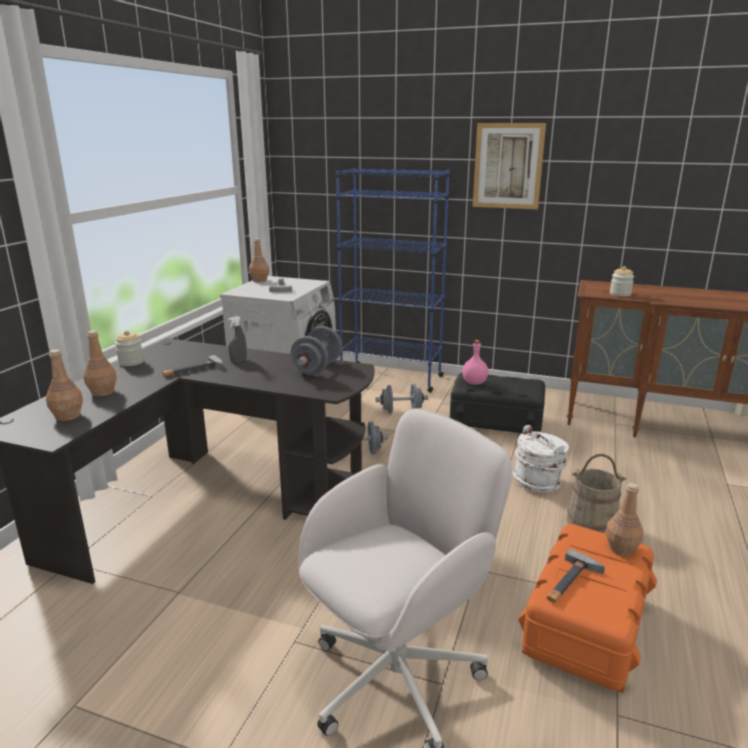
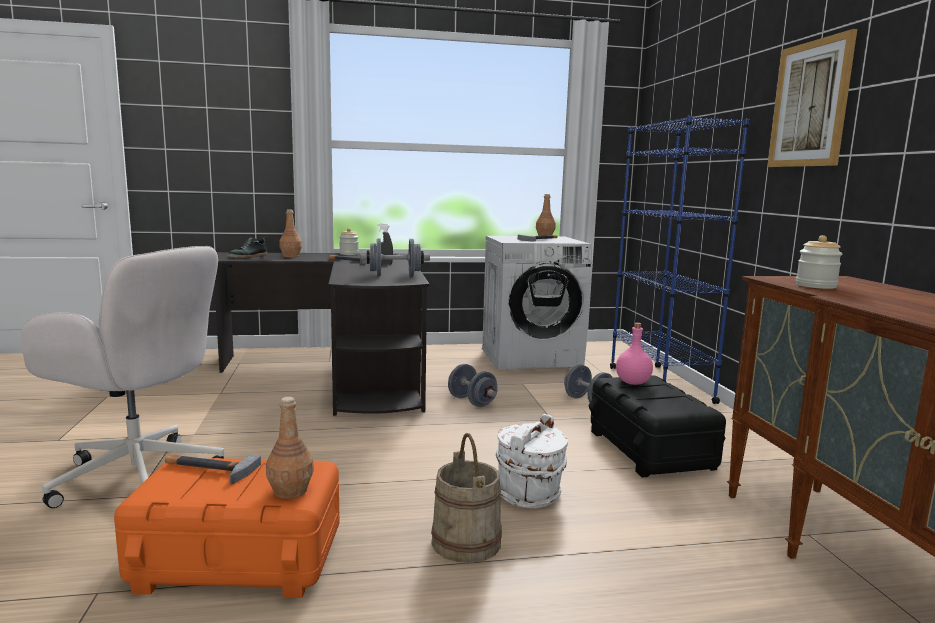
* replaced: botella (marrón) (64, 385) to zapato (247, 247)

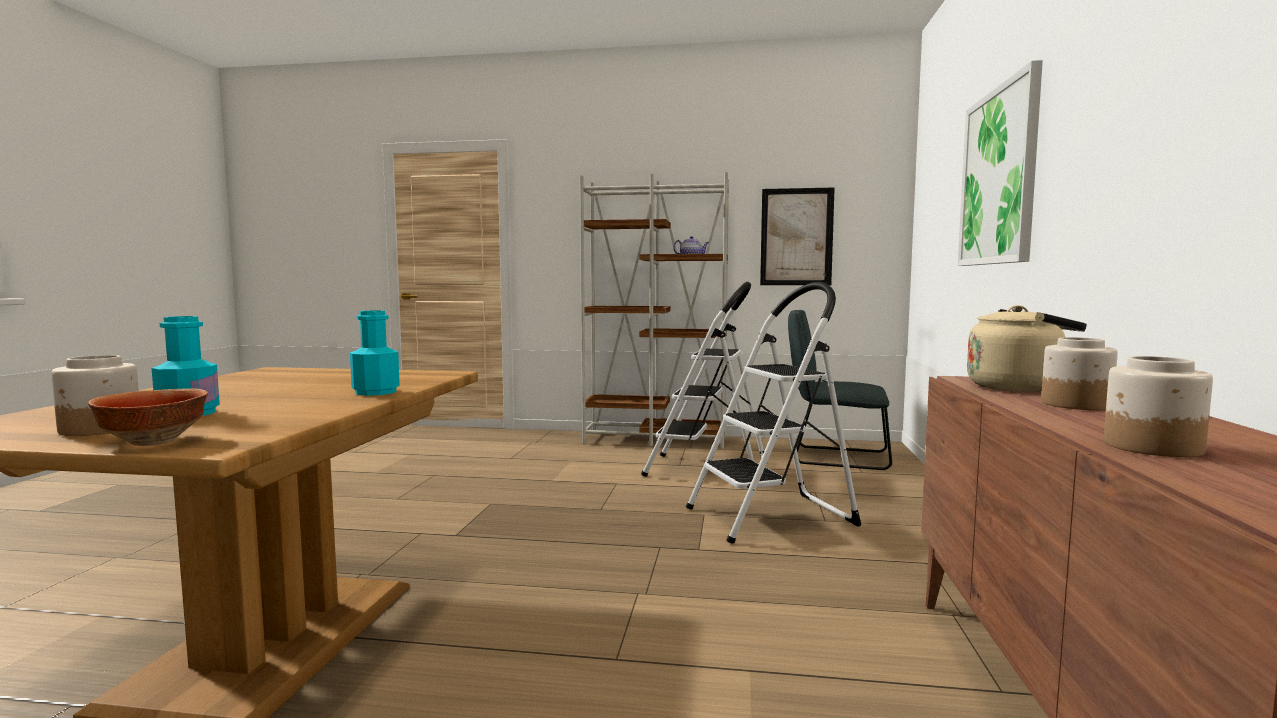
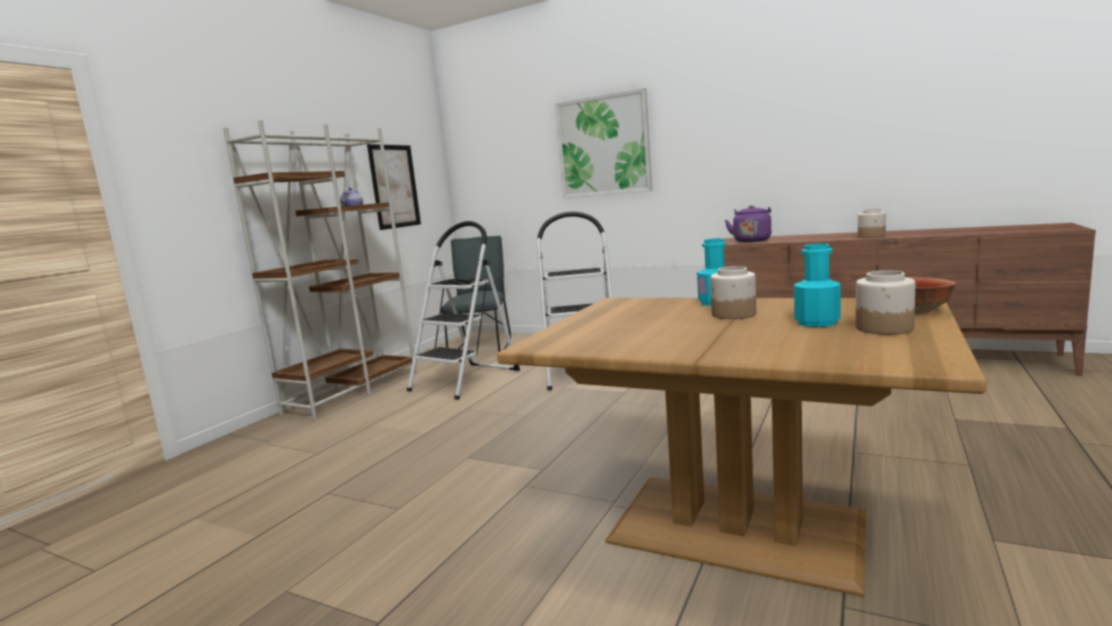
* moved: tarro (1079, 373) to (733, 292)
* recoloured: hervidor (beis) (1027, 348) to hervidor (morado) (748, 223)
* turned: silla (gris) (840, 390) = (476, 294) 150 degrees clockwise

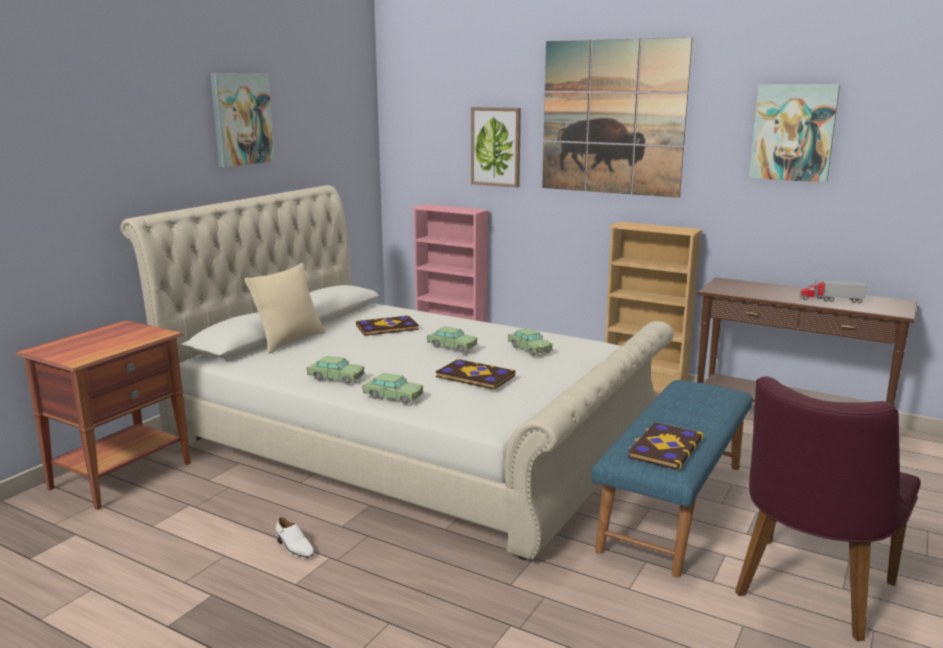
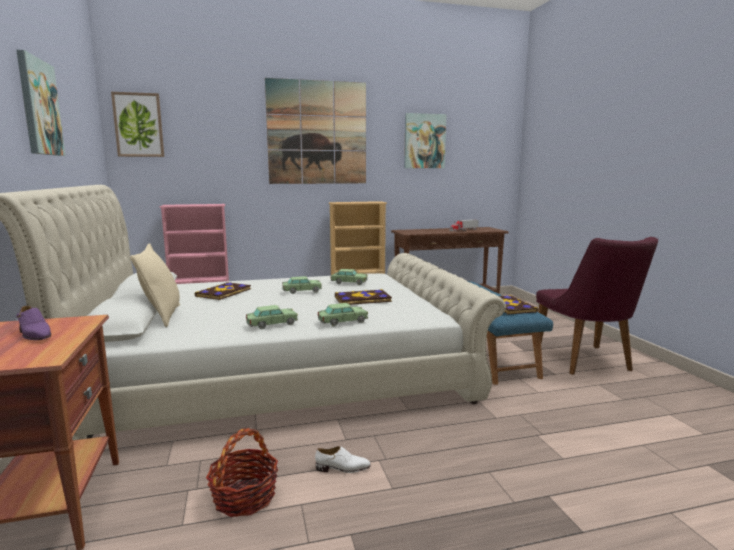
* added: zapato (morado) (33, 323)
* added: cesta (242, 472)
* moved: cuadro (496, 147) to (137, 124)

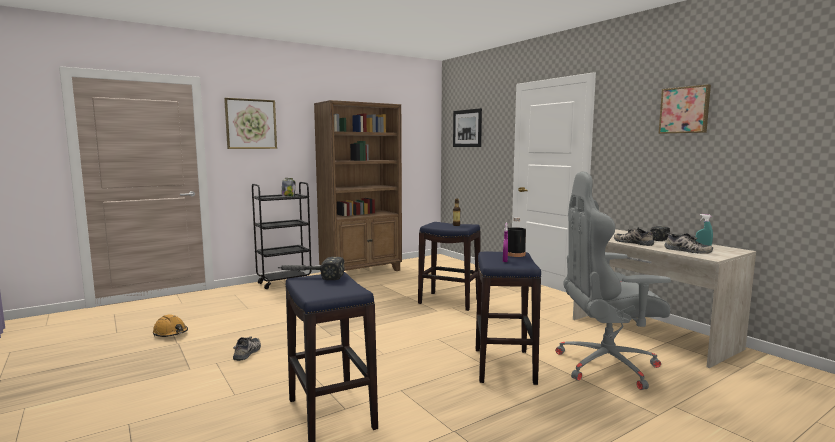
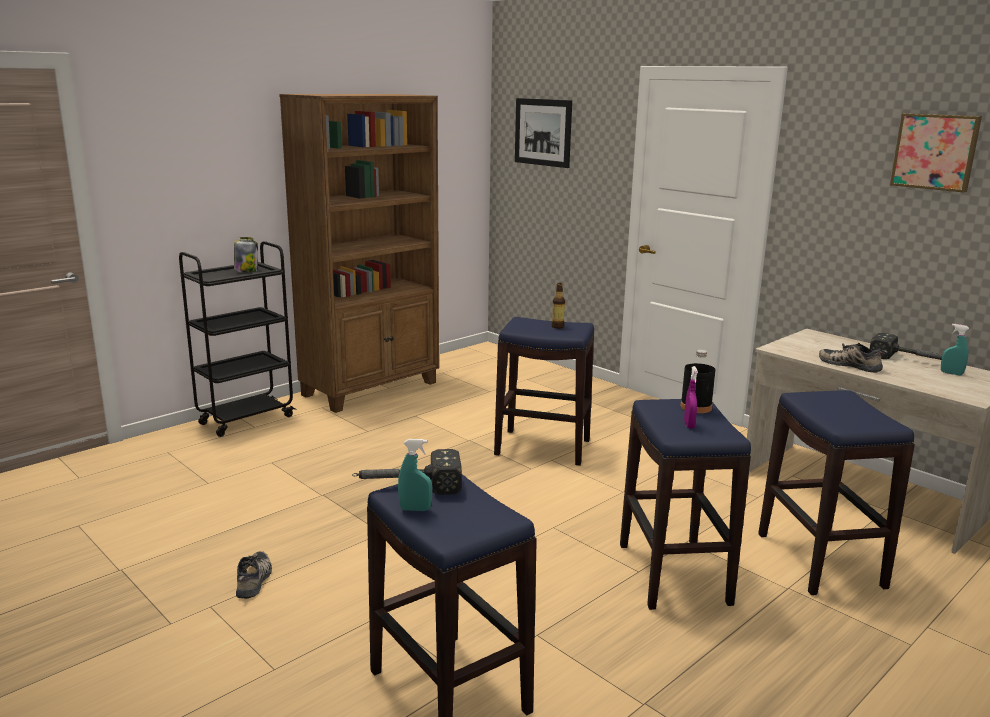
* removed: casco (naranja) (170, 326)
* removed: cuadro (250, 123)
* removed: zapato (688, 243)
* added: pulverizador (turquesa) (415, 475)
* replaced: silla de oficina (gris) (613, 280) to taburete (836, 492)

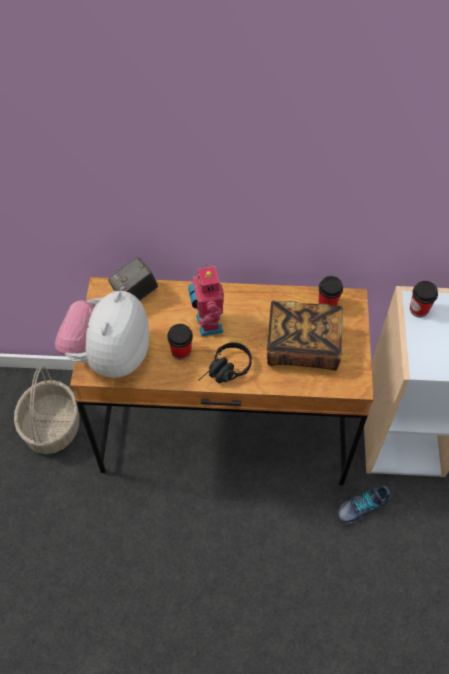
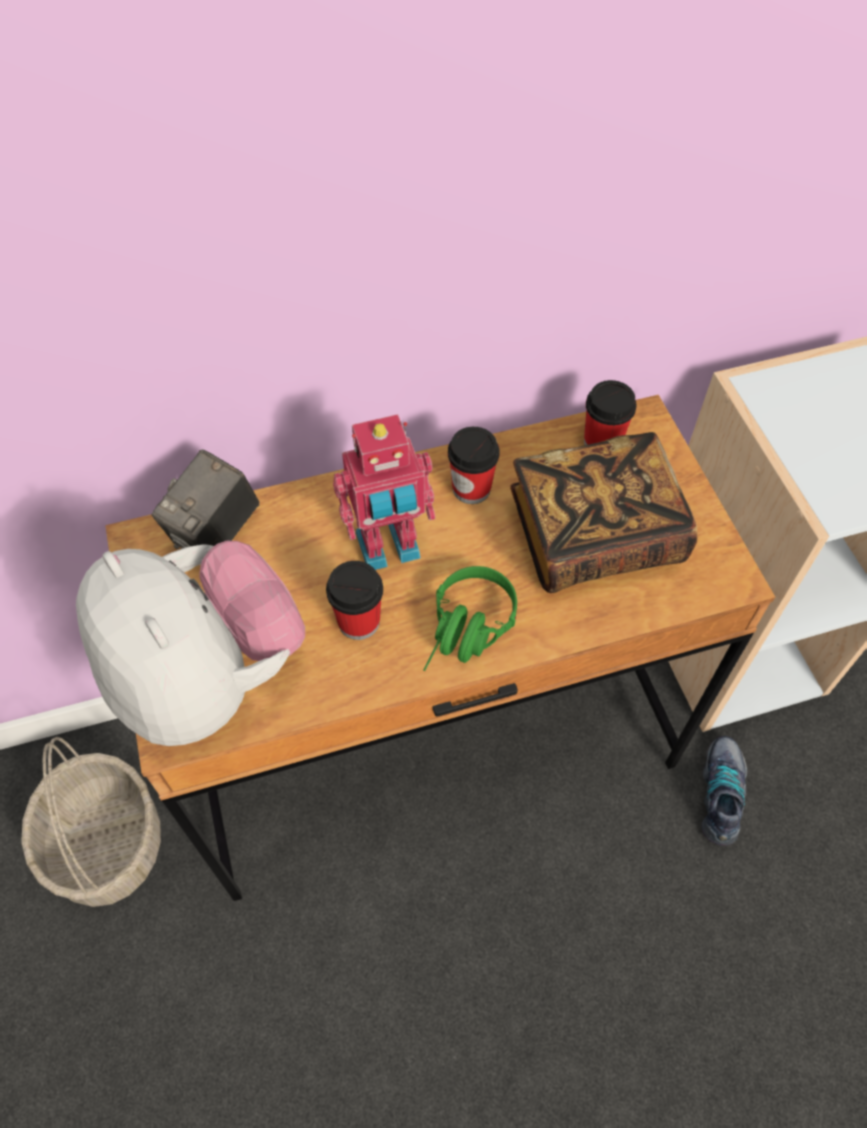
* moved: taza (424, 299) to (474, 465)
* recoloured: auriculares (negro) (225, 362) to auriculares (verde) (470, 618)
* turned: peluche (102, 334) = (190, 643) 150 degrees clockwise
* turned: robot de juguete (206, 300) = (384, 492) 75 degrees counterclockwise
* turned: zapato (364, 505) = (725, 791) 150 degrees clockwise

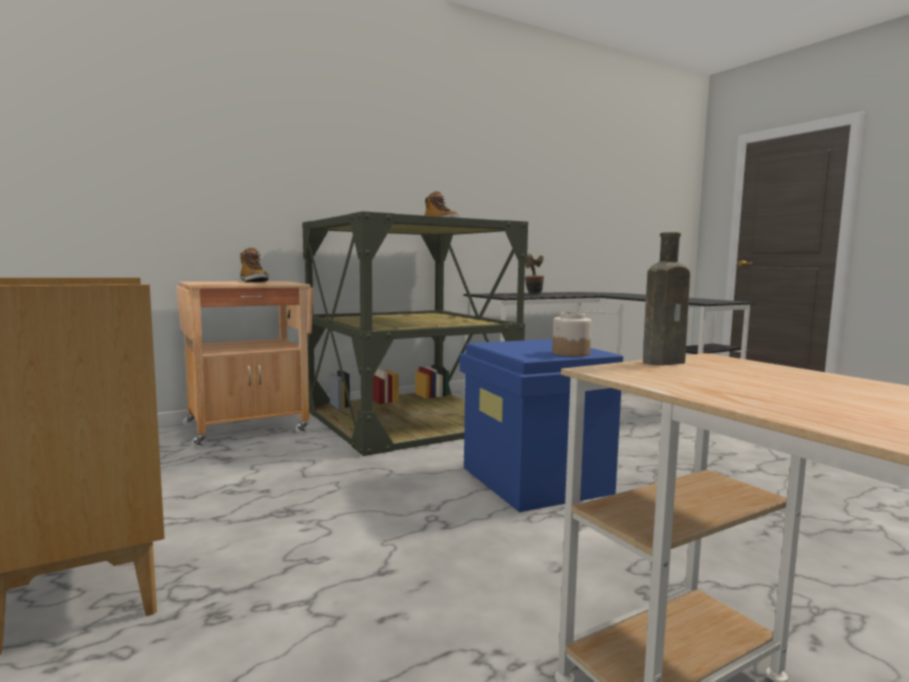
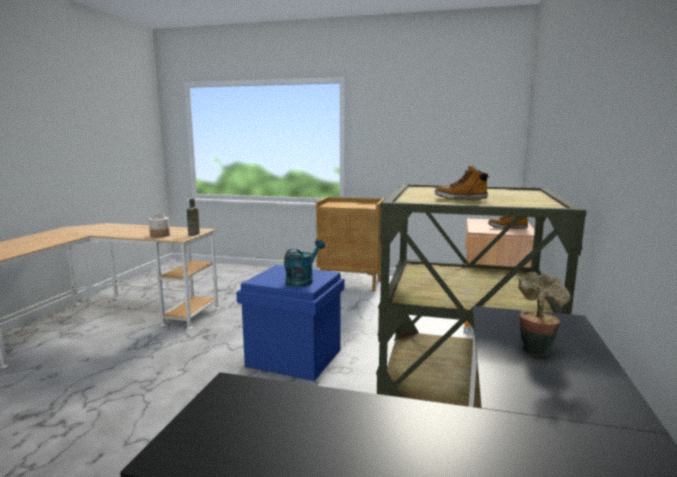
* added: regadera (turquesa) (304, 263)
* moved: tarro (571, 334) to (159, 226)

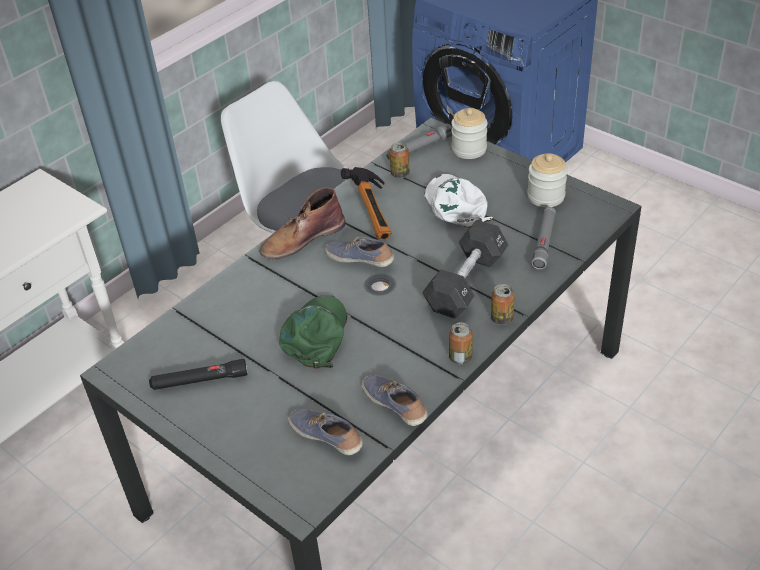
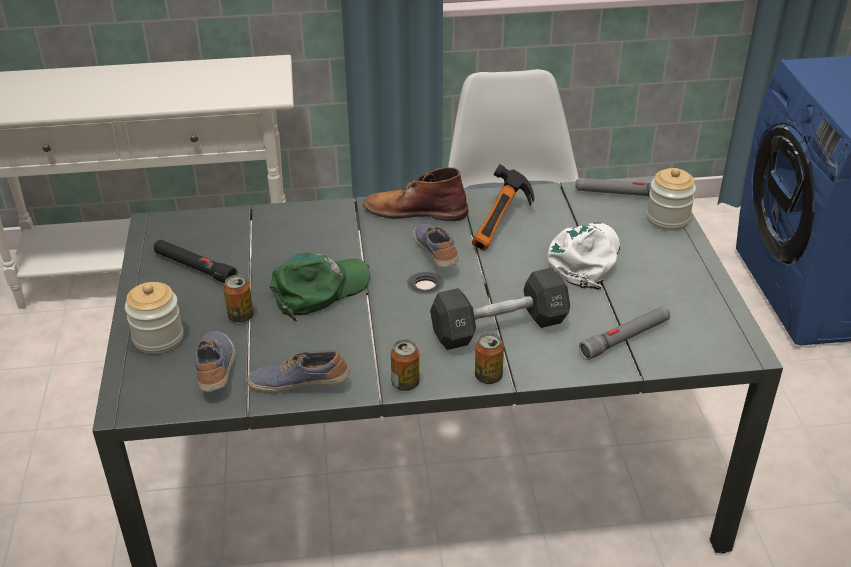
* moved: lata (399, 160) to (238, 299)
* moved: tarro (547, 180) to (154, 318)
* turned: zapato (395, 400) = (298, 372) 90 degrees counterclockwise

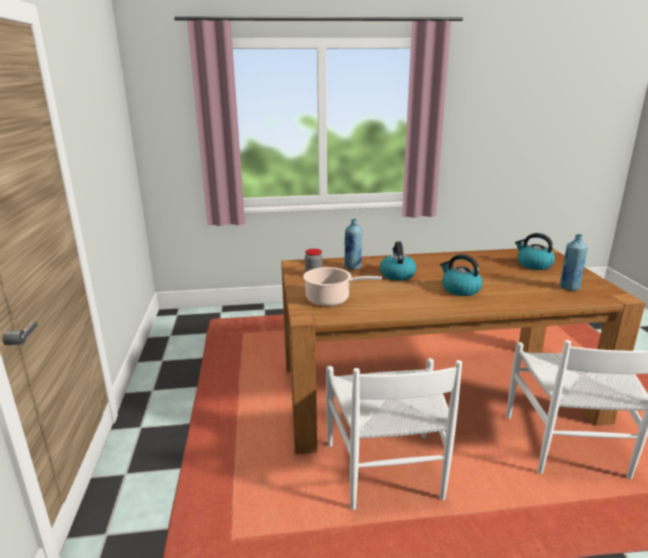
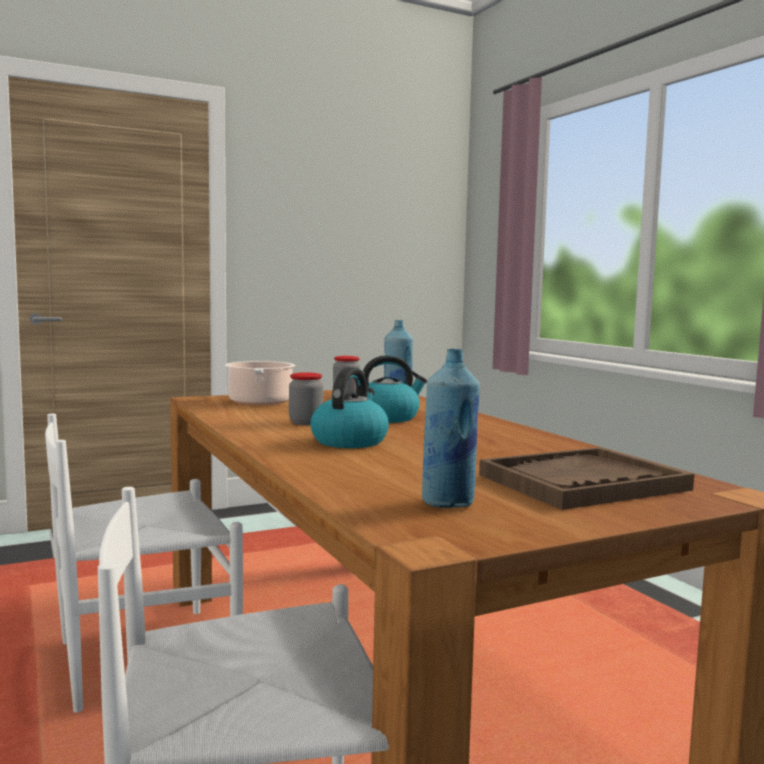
* added: tarro (306, 398)
* replaced: hervidor (535, 251) to bandeja (marrón) (586, 478)

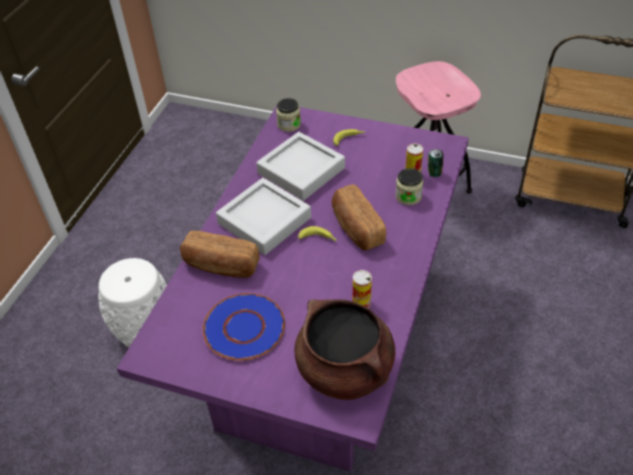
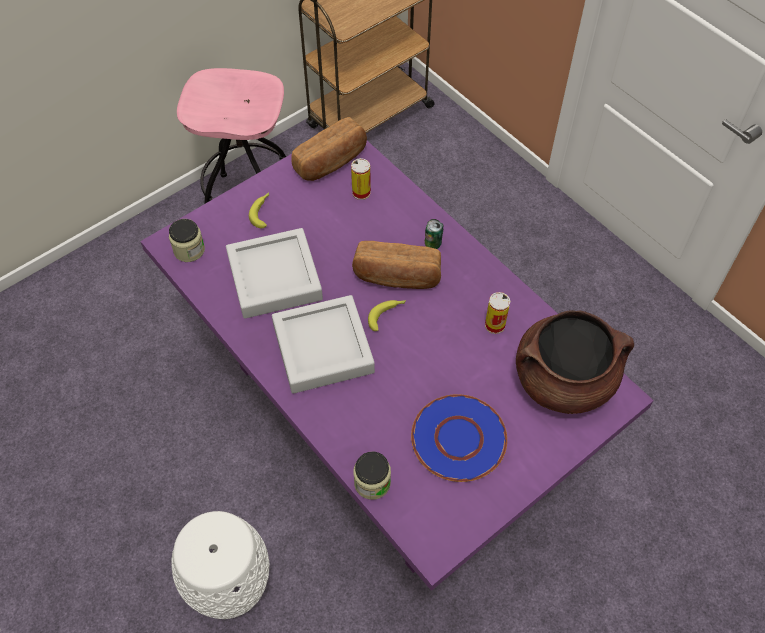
* moved: pan (219, 254) to (329, 149)
* moved: tarro (409, 186) to (372, 476)
* moved: lata (435, 163) to (434, 234)

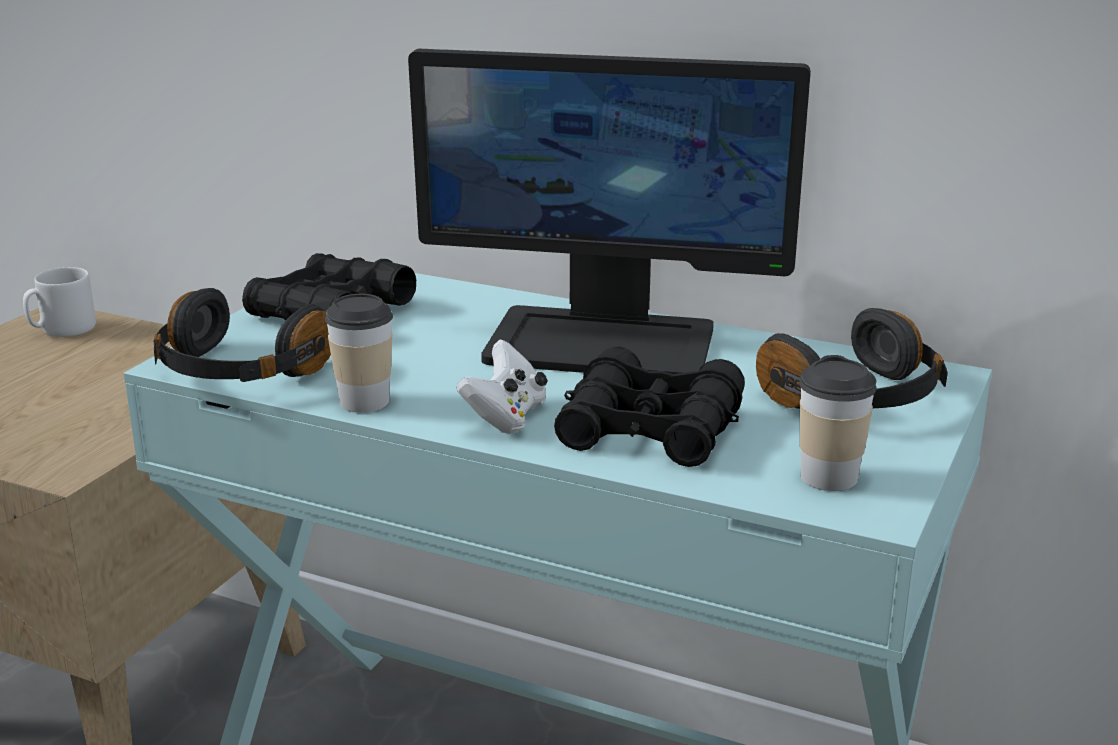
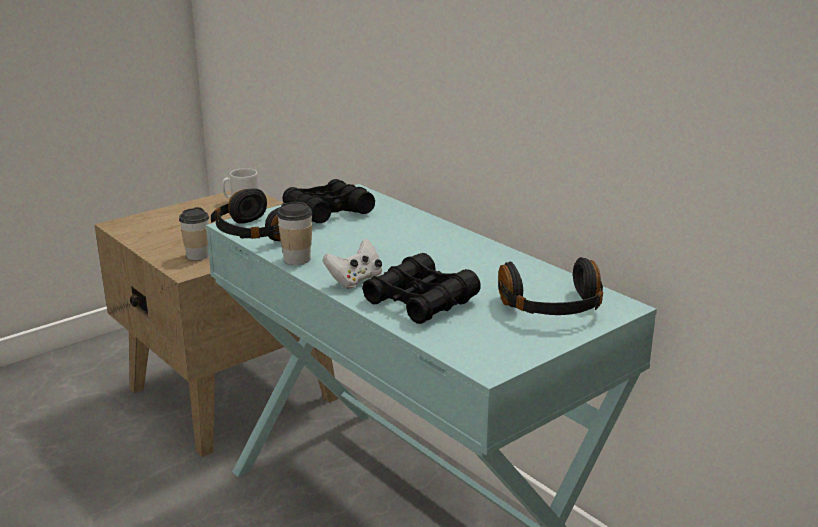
* removed: monitor (609, 211)
* moved: taza (838, 423) to (194, 233)

